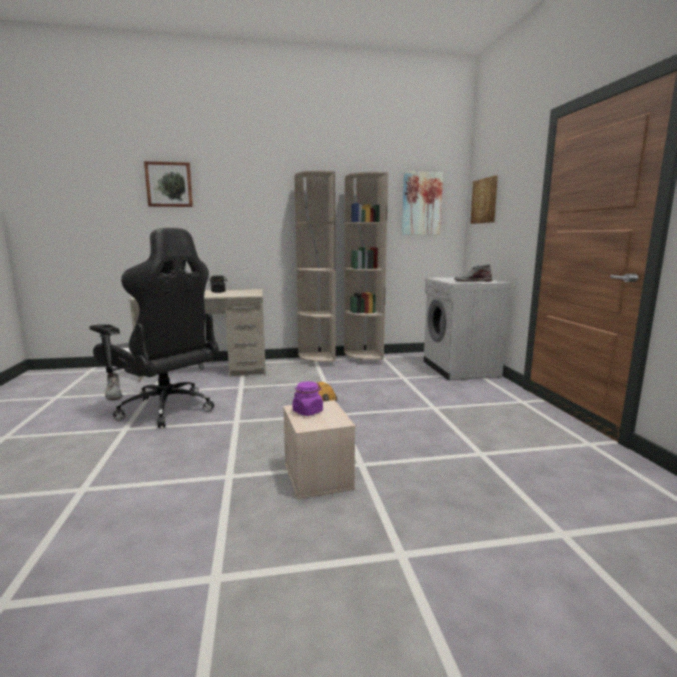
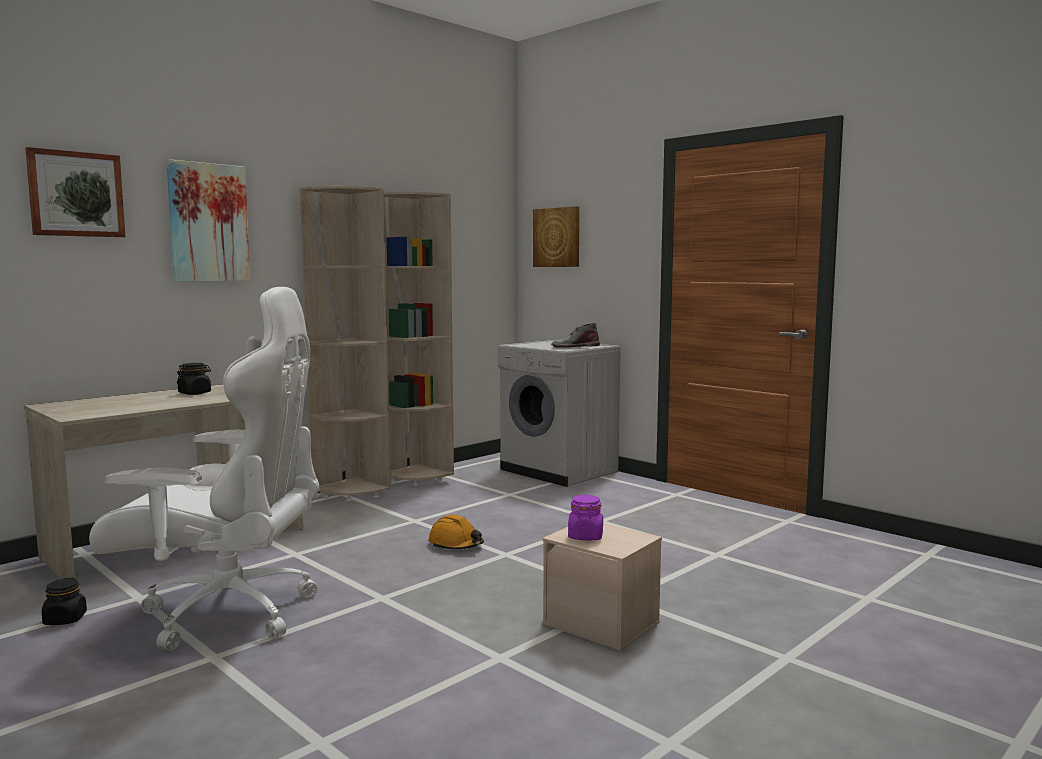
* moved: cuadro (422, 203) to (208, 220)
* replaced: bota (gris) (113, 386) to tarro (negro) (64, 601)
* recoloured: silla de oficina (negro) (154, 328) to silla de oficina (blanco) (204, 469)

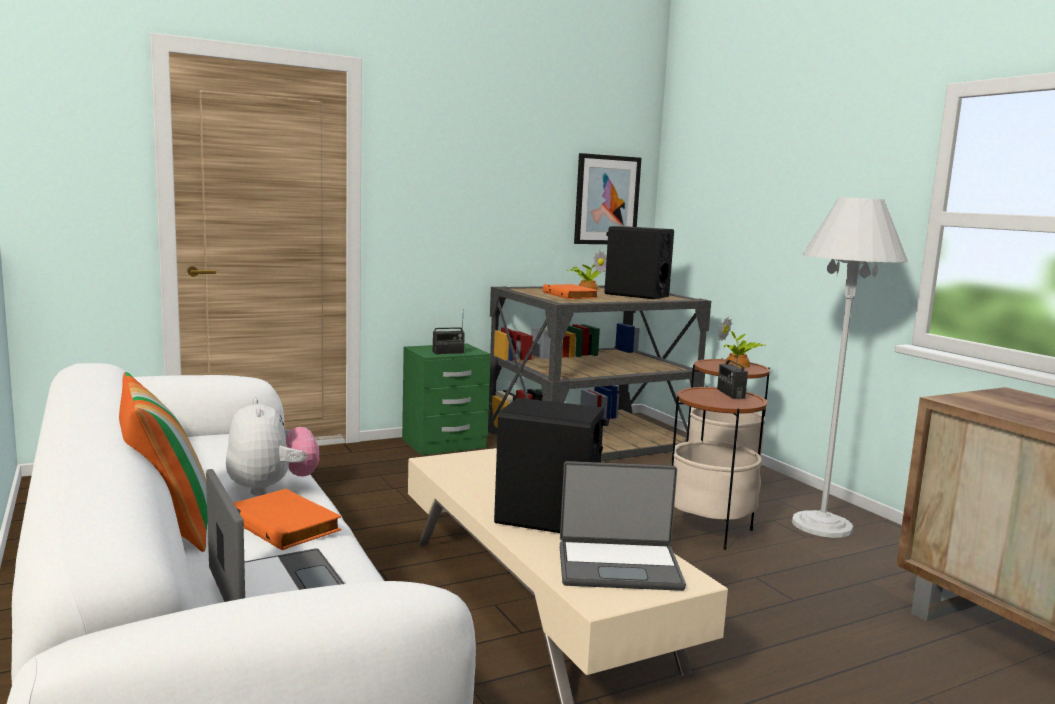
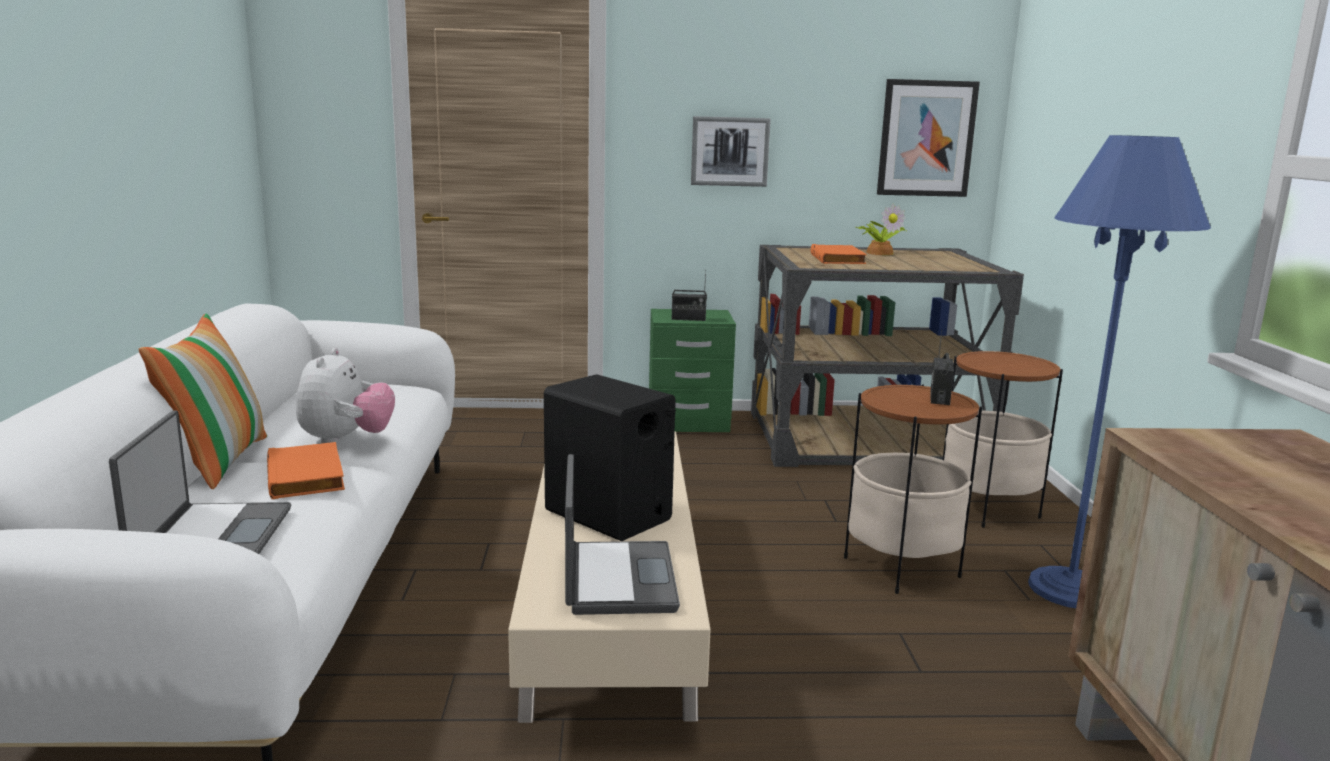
* removed: altavoz (negro) (639, 262)
* removed: planta en maceta (742, 342)
* added: cuadro (731, 151)
* recoloured: lámpara de pie (blanco) (850, 368) to lámpara de pie (azul) (1119, 371)
* turned: portátil (623, 526) = (622, 534) 120 degrees counterclockwise

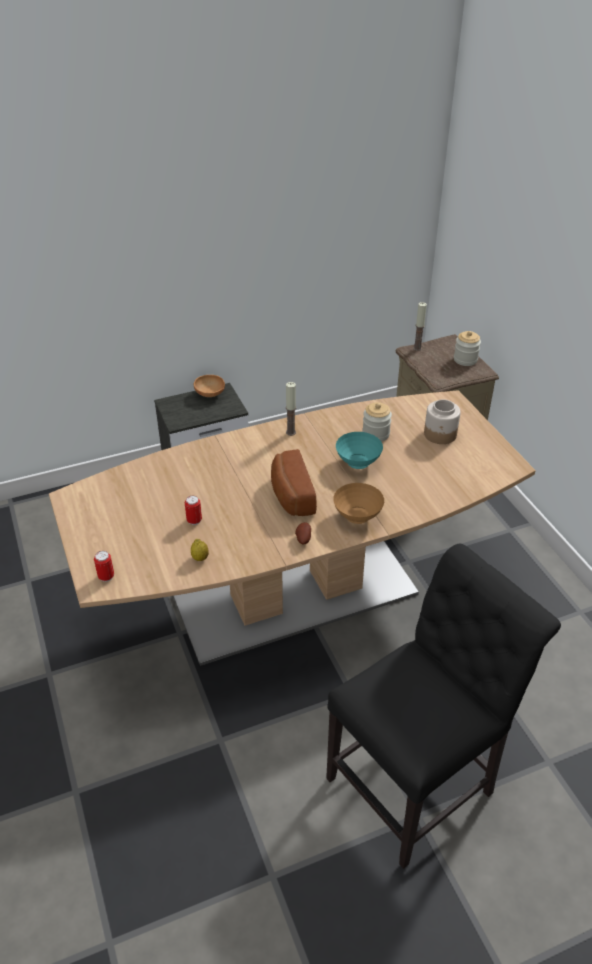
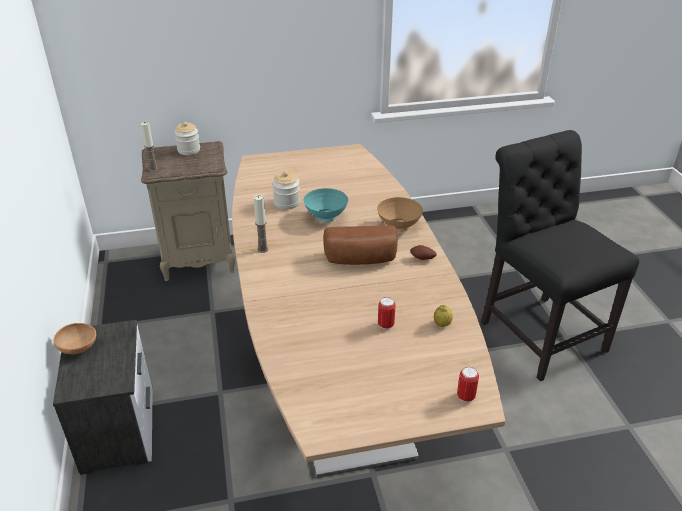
* removed: tarro (442, 421)

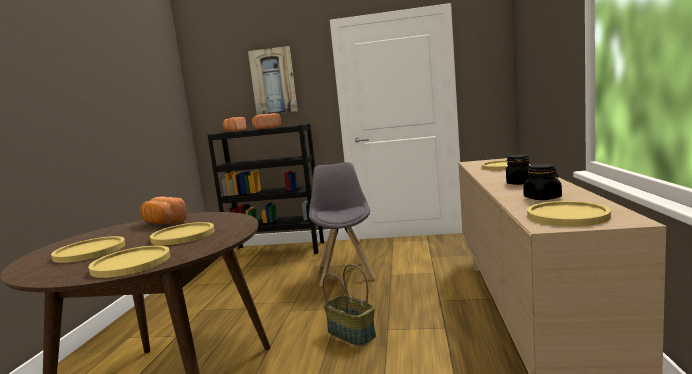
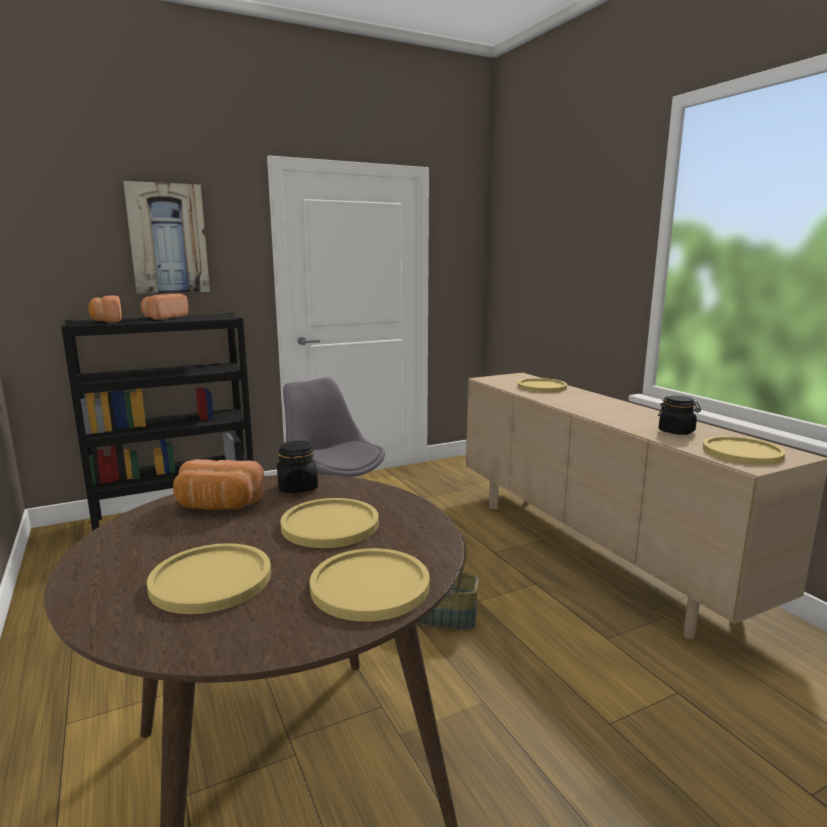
* moved: tarro (negro) (518, 169) to (297, 467)

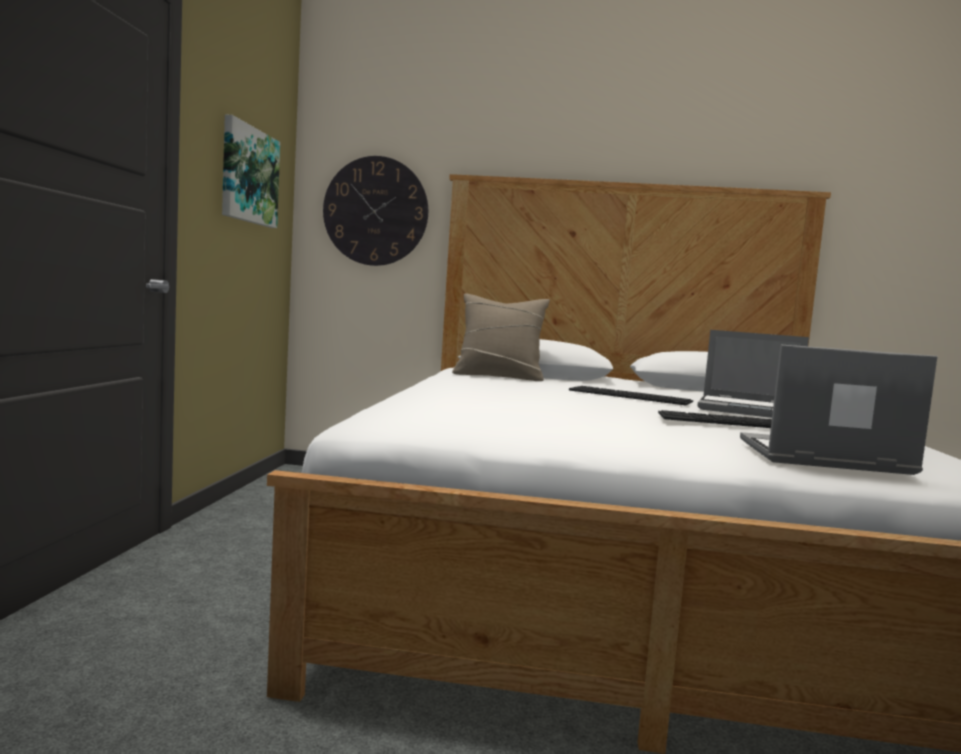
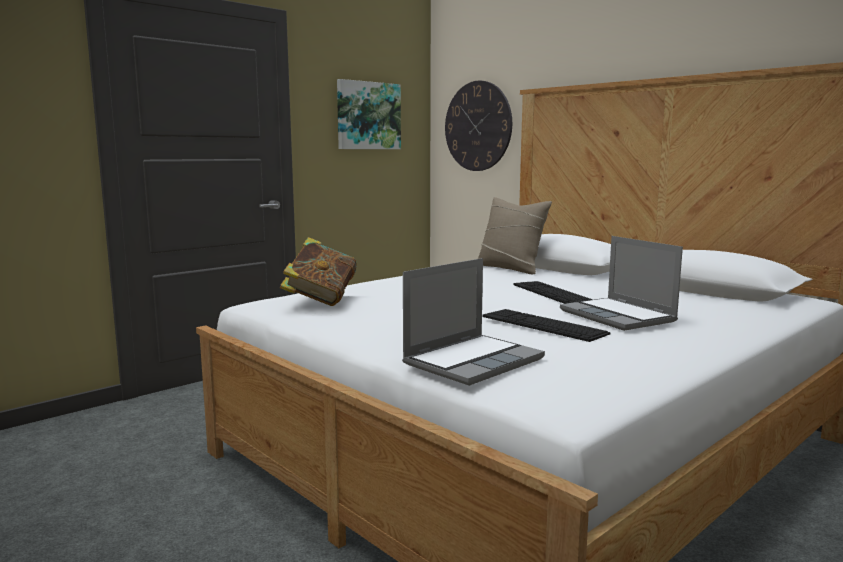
* added: libro (318, 271)
* turned: portátil (838, 410) = (473, 322) 90 degrees clockwise

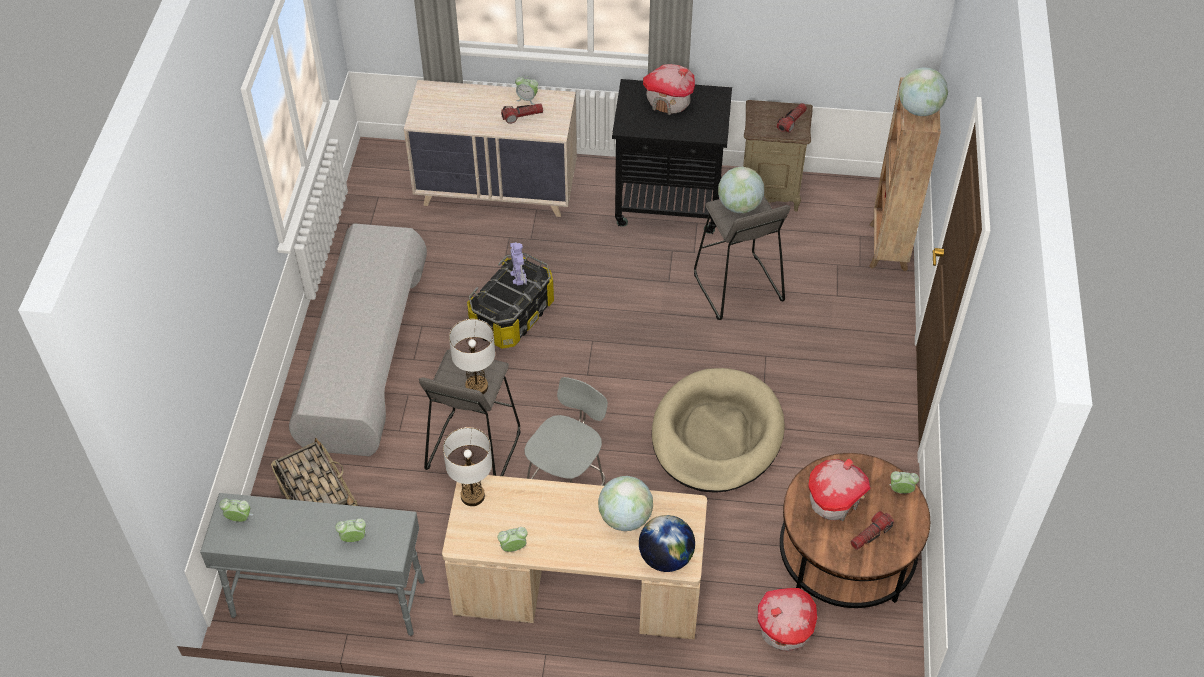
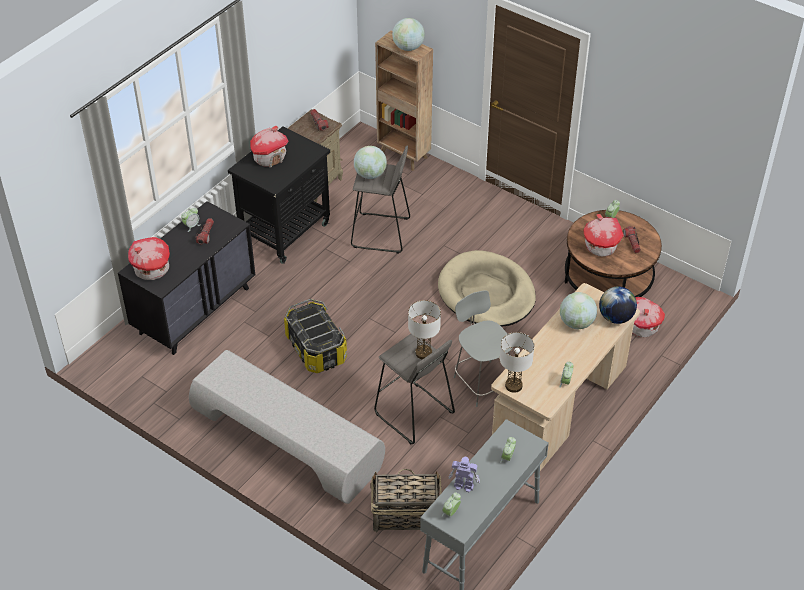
* added: casita (149, 258)
* moved: robot de juguete (518, 264) to (464, 474)
* recoloured: cómoda (beis) (490, 148) to cómoda (negro) (186, 278)

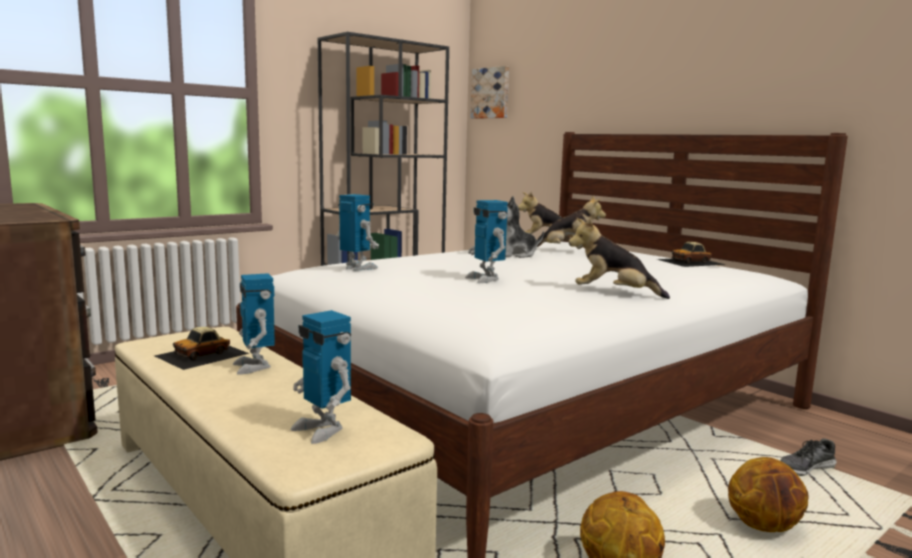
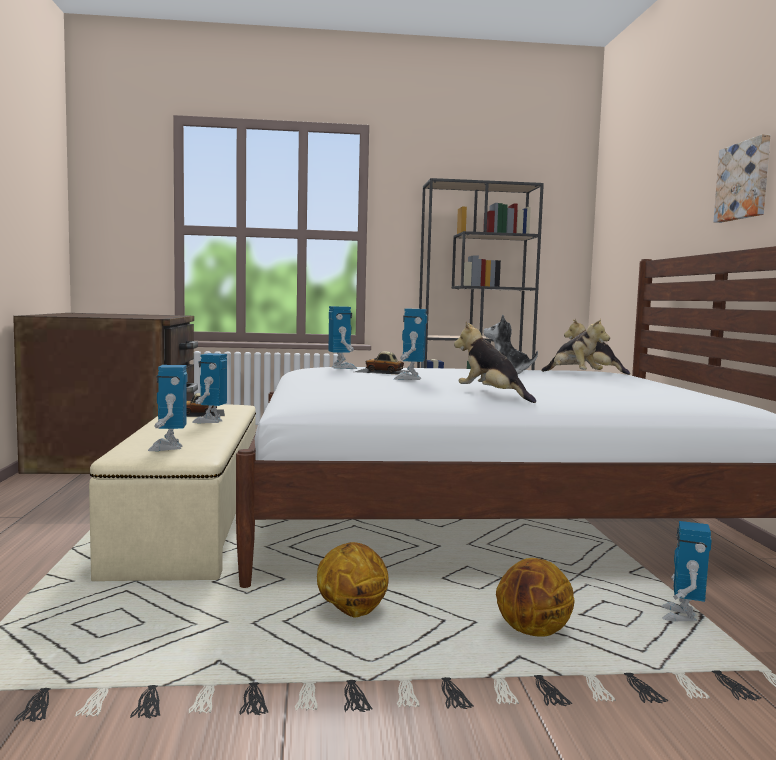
* moved: cuadro (489, 92) to (742, 178)
* moved: coche de juguete (691, 254) to (382, 362)
* replaced: zapato (808, 457) to robot de juguete (686, 571)

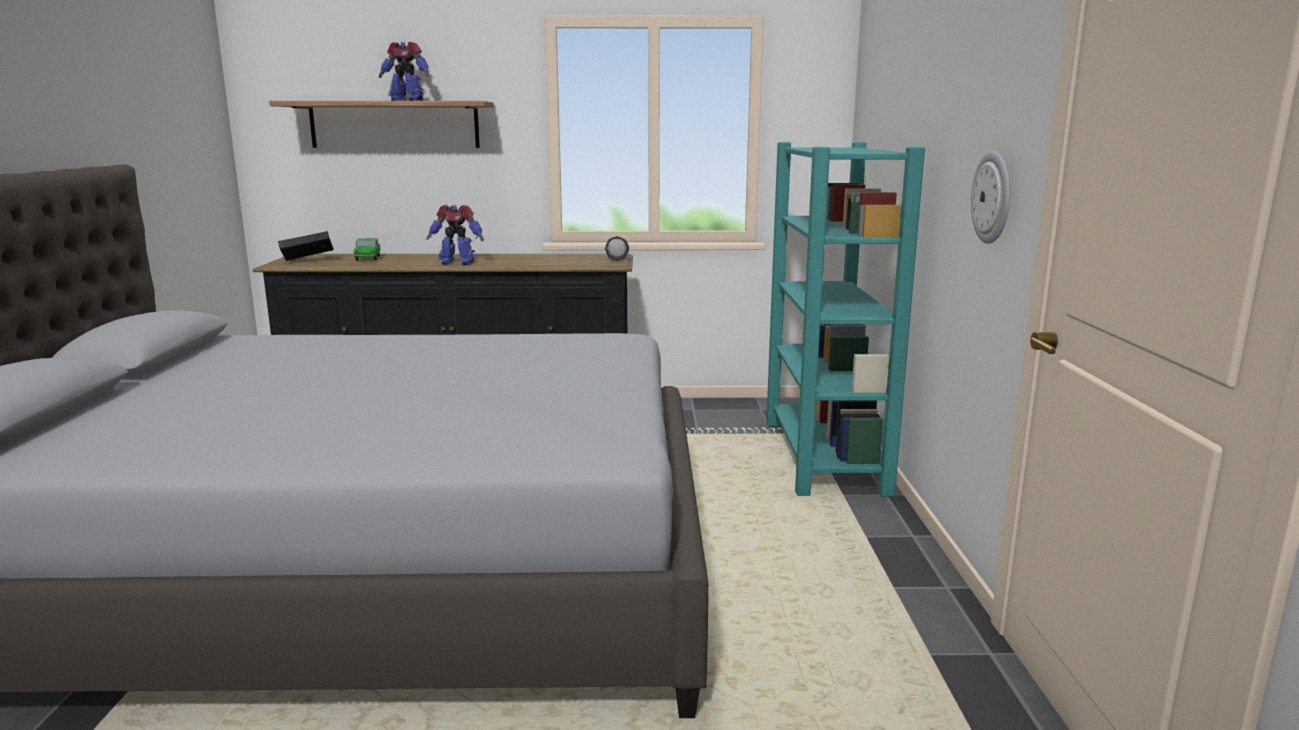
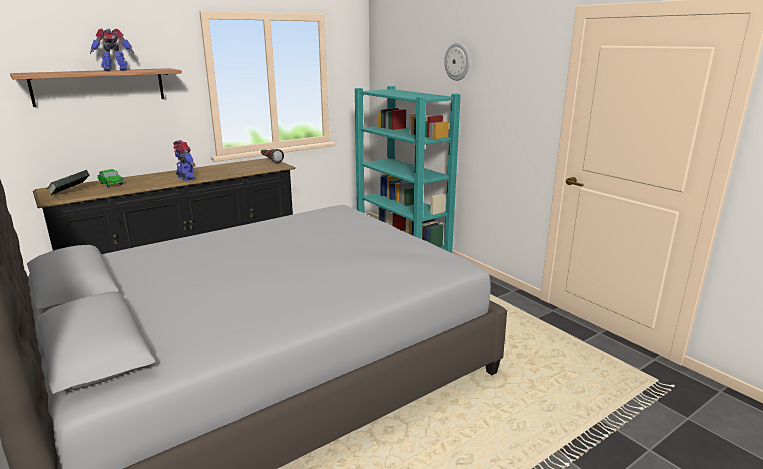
* moved: reloj de pared (990, 197) to (457, 62)
* turned: robot de juguete (455, 235) = (184, 160) 105 degrees counterclockwise

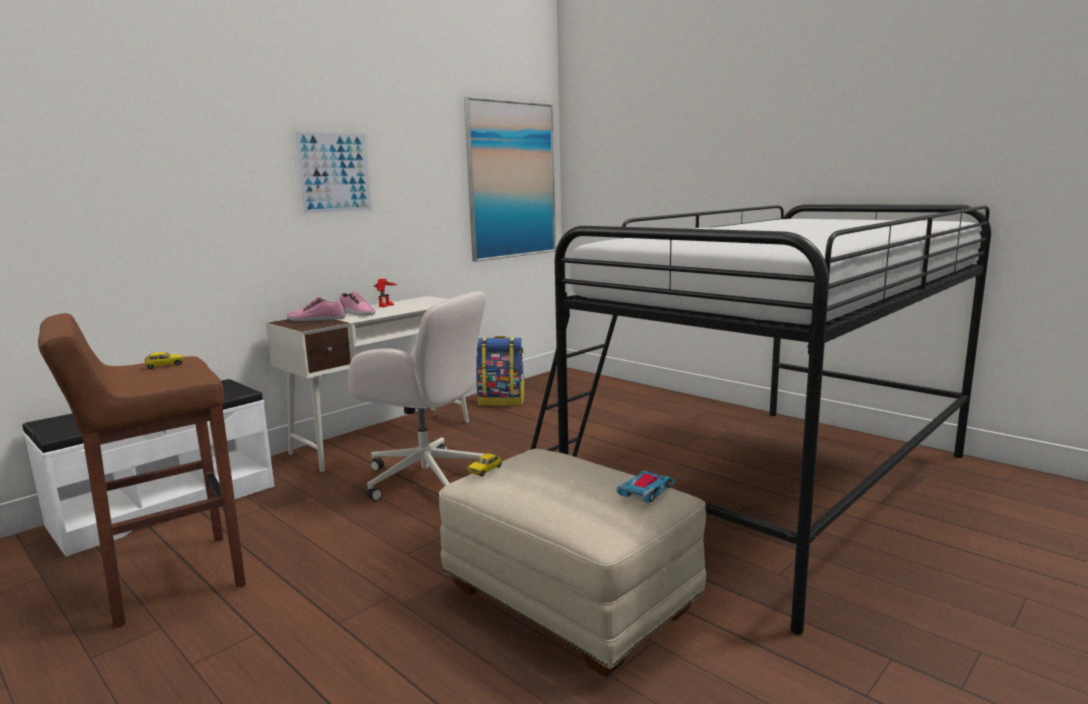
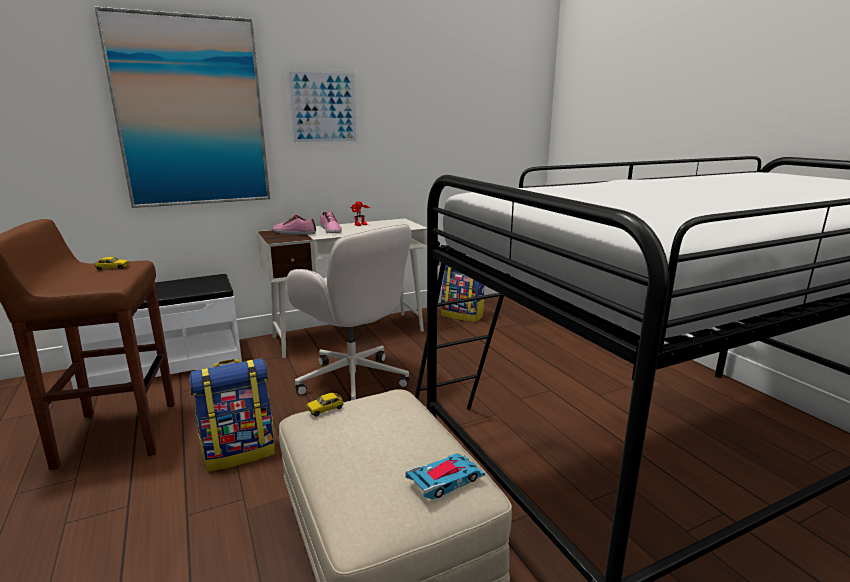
* added: mochila (232, 415)
* moved: cuadro (510, 179) to (182, 107)

